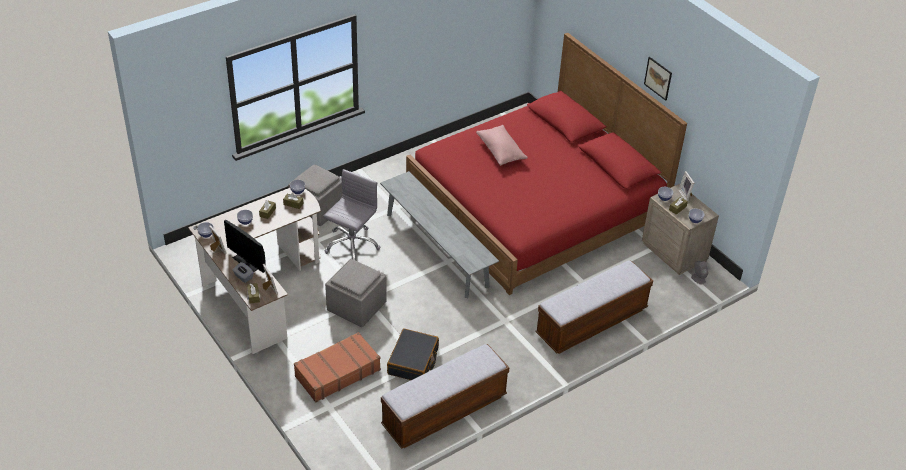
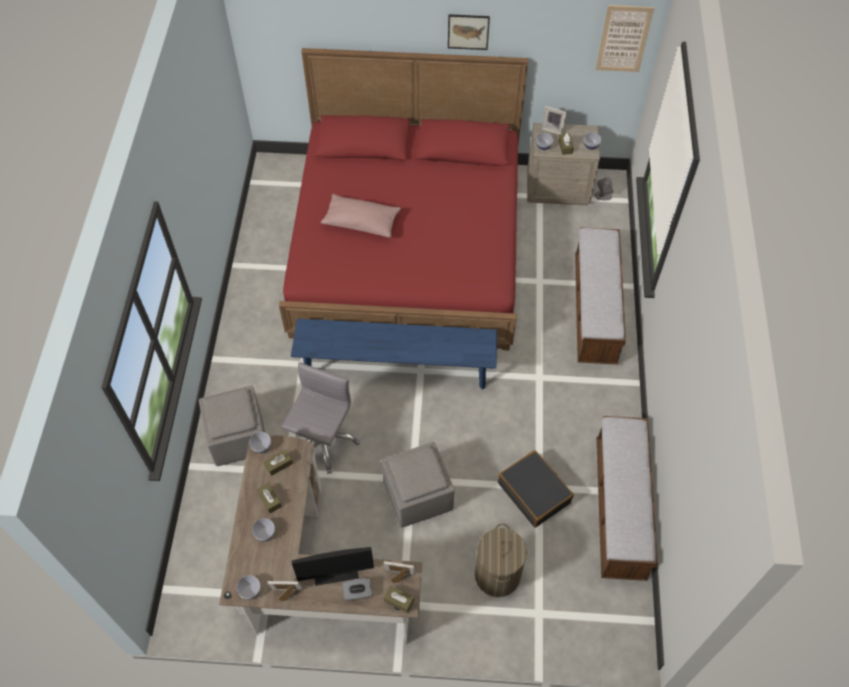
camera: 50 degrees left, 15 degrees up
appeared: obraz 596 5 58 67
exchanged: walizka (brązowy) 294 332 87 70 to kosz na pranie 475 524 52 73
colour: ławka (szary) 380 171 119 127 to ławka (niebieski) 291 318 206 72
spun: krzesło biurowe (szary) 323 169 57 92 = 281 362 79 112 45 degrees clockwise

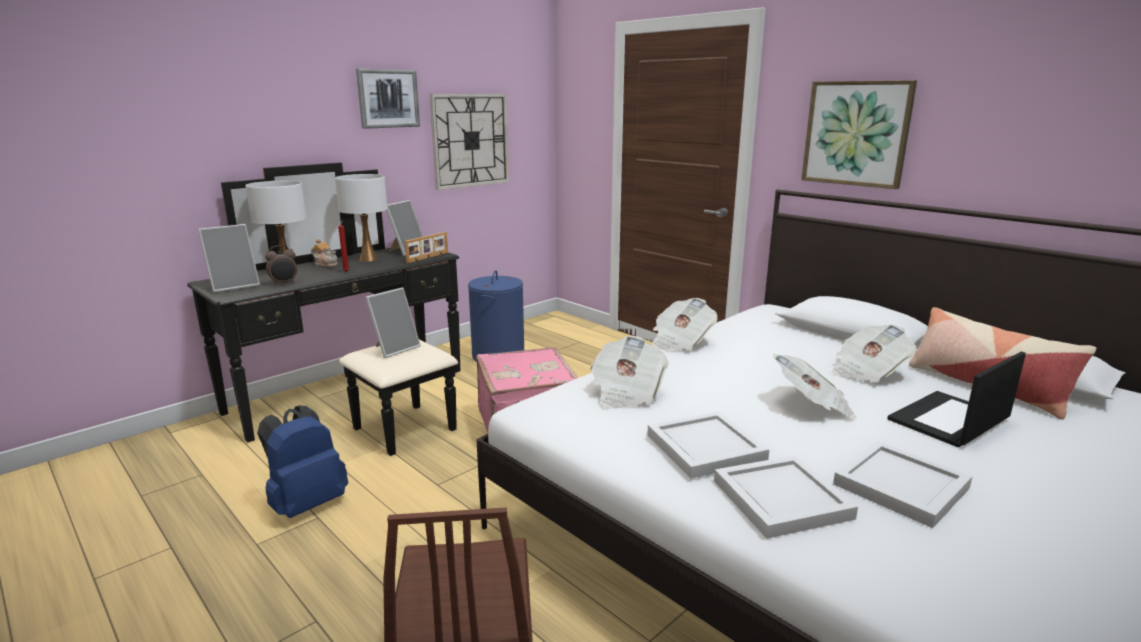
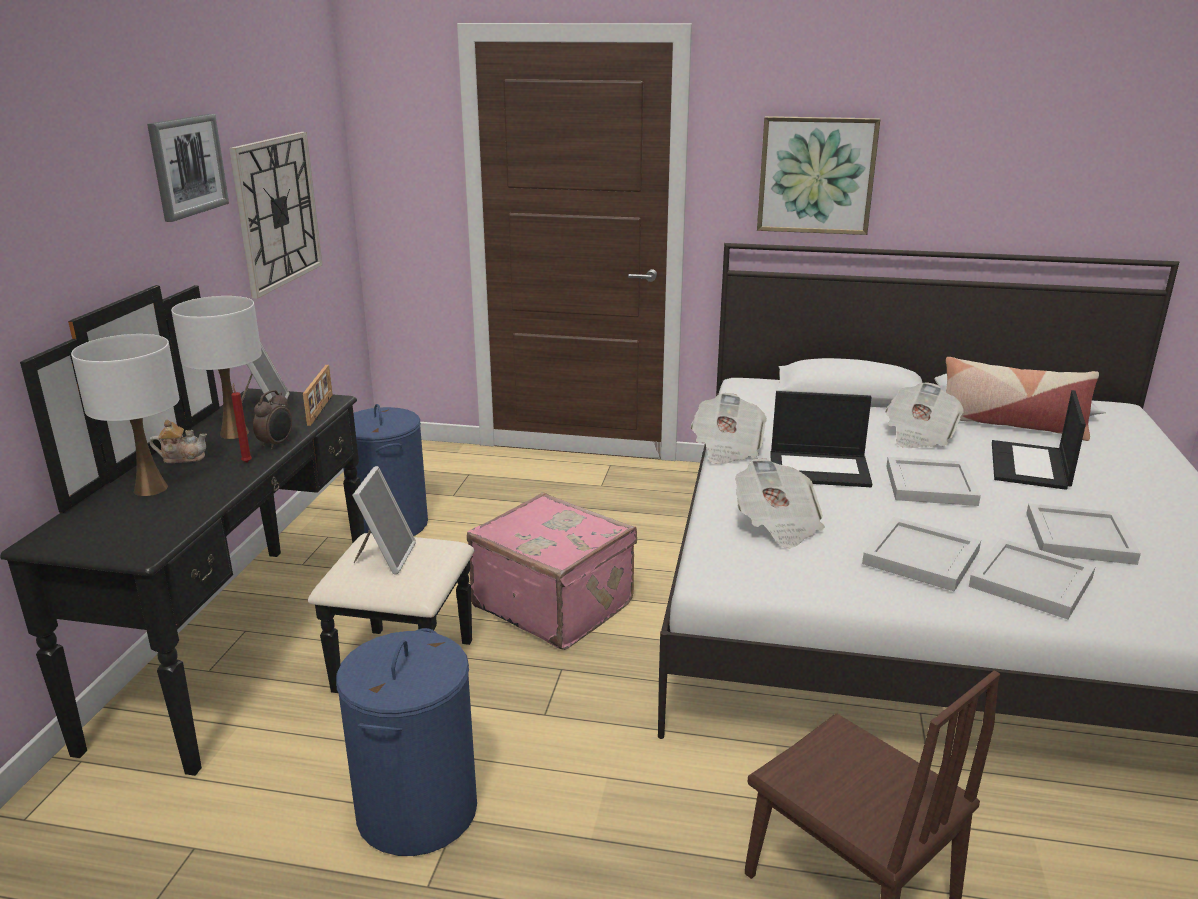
camera: 35 degrees left, 5 degrees up
missing: ramka na zdjęcie 198 224 62 69
appeared: laptop 770 391 102 96
relocated: budzik 265 245 32 41 to 253 390 39 60
exchanged: plecak (niebieski) 257 405 91 113 to kosz na pranie (niebieski) 336 628 141 228; gazeta 773 354 84 64 to taca (biały) 886 457 95 49

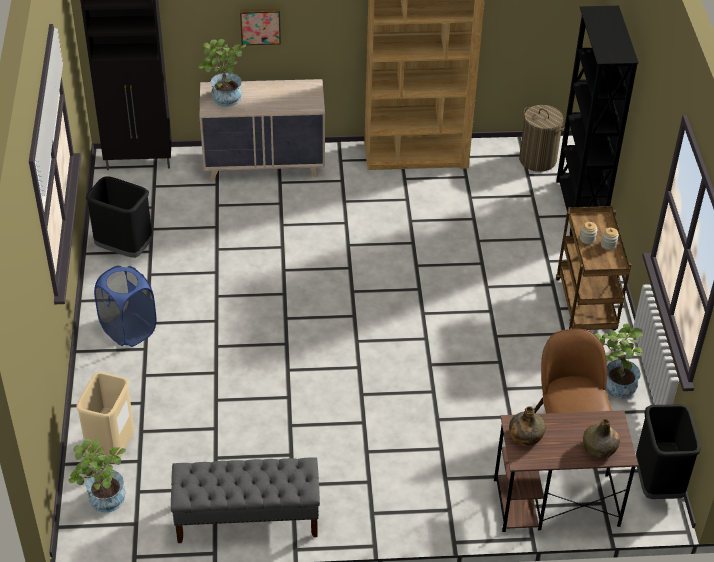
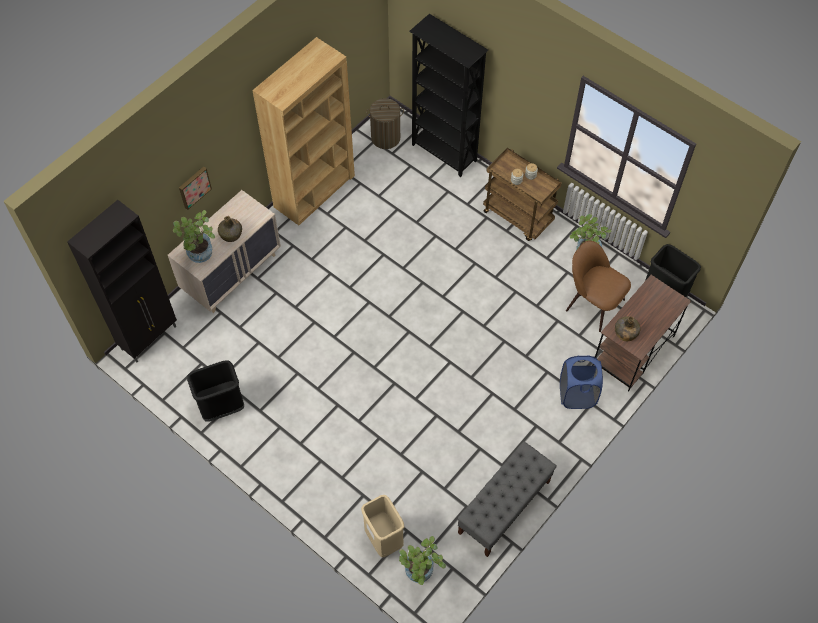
camera: 45 degrees left, 15 degrees up
relocated: kosz na pranie (niebieski) 94 266 63 81 to 560 355 43 54; butelka (zielony) 583 418 37 41 to 218 216 24 26

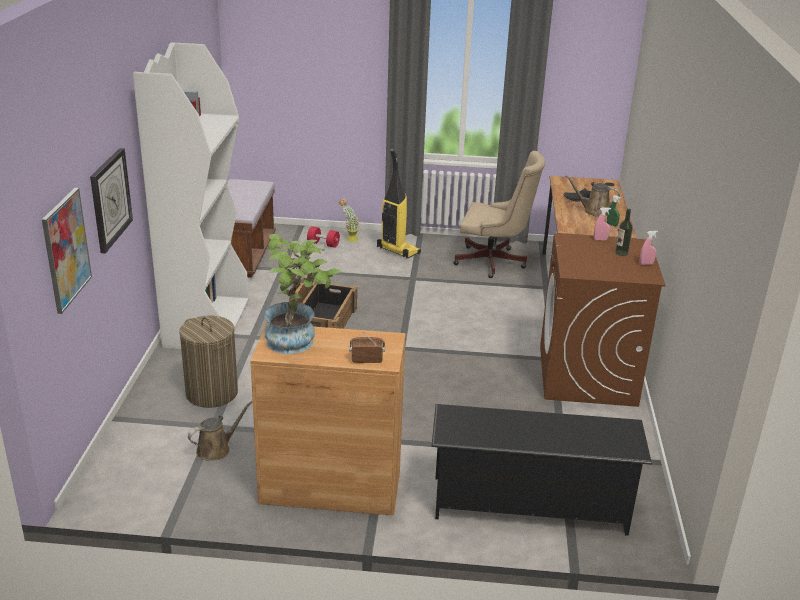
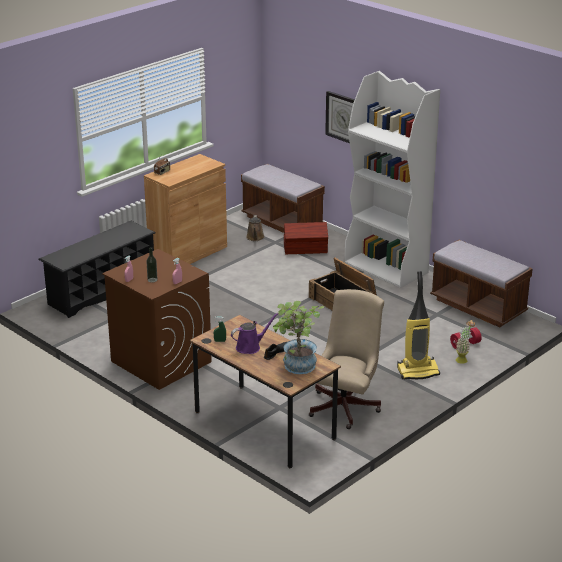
camera: 130 degrees right, 0 degrees up
missing: obraz 42 188 50 126
appeared: ławka (brązowy) 241 164 84 69
relocated: roślina doniczkowa 264 234 77 120 to 273 301 51 73
exchanged: kosz na pranie 179 316 59 92 to pojemnik do przechowywania (brązowy) 284 222 44 32
colour: konewka (brązowy) 565 175 55 42 to konewka (fioletowy) 231 313 47 41
spun: krzesło biurowe (beżowy) 453 151 93 127 = 309 289 75 140 150 degrees clockwise

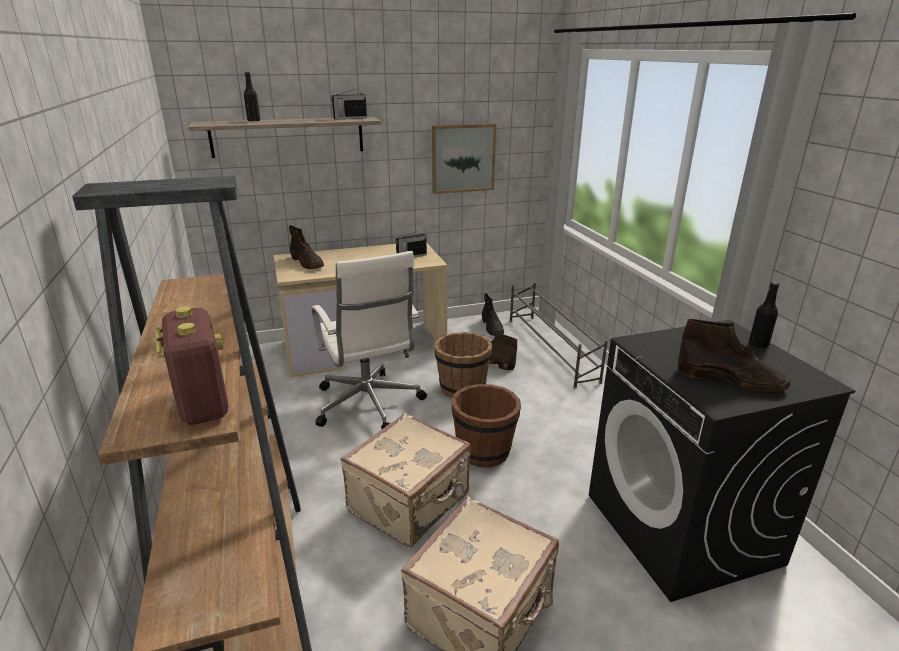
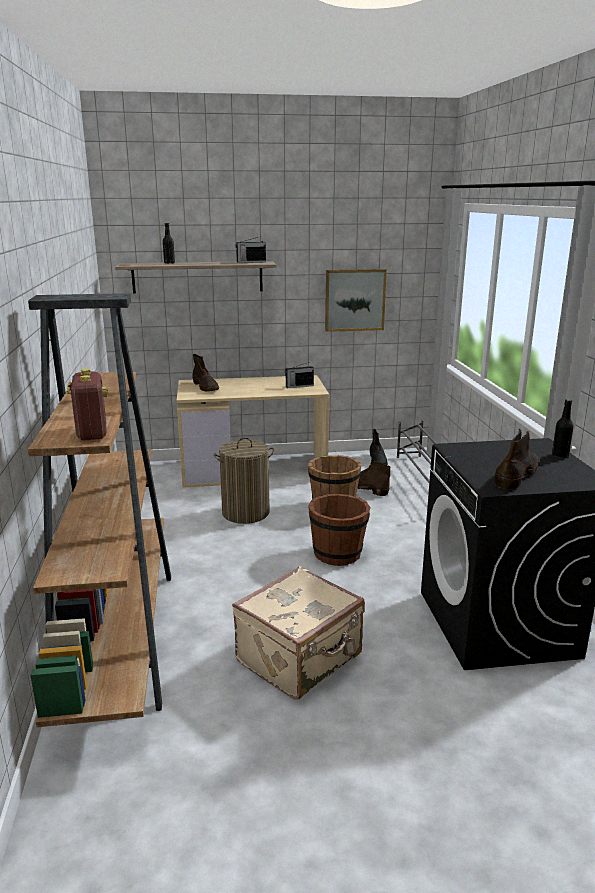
camera: 10 degrees right, 5 degrees down
missing: walizka (beżowy) 341 413 130 134
exchanged: krzesło biurowe (biały) 312 251 115 178 to kosz na pranie 213 437 61 87
spun: but z cholewką (brązowy) 678 319 112 73 = 495 429 43 61 90 degrees counterclockwise

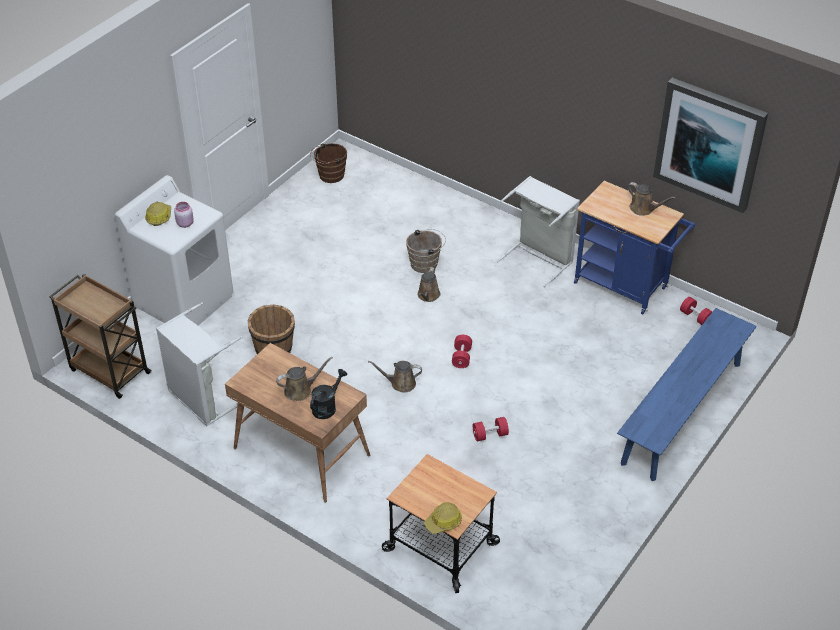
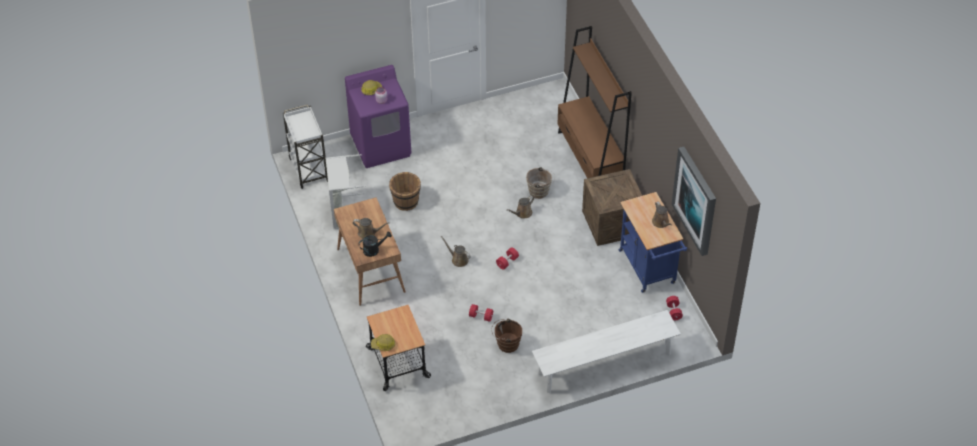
camera: 35 degrees right, 5 degrees up
appeared: regał (brązowy) 558 26 74 152
relocated: wiadro (brązowy) 310 143 37 40 to 491 318 31 35
exchanged: kosz na pranie (szary) 497 176 83 111 to skrzynka 582 169 60 77
colour: wózek (brązowy) 49 274 103 125 to wózek (biały) 283 105 45 84; pralka (biały) 115 175 118 150 to pralka (fioletowy) 345 65 66 103; ławka (niebieski) 617 308 140 173 to ławka (biały) 532 310 149 83

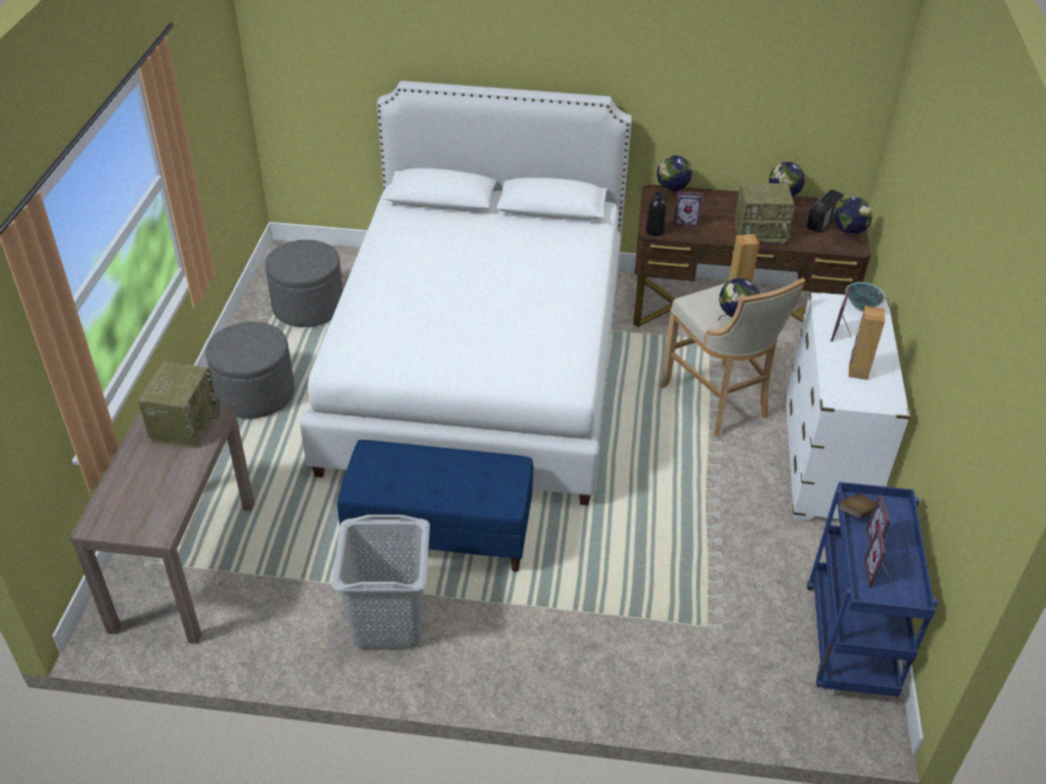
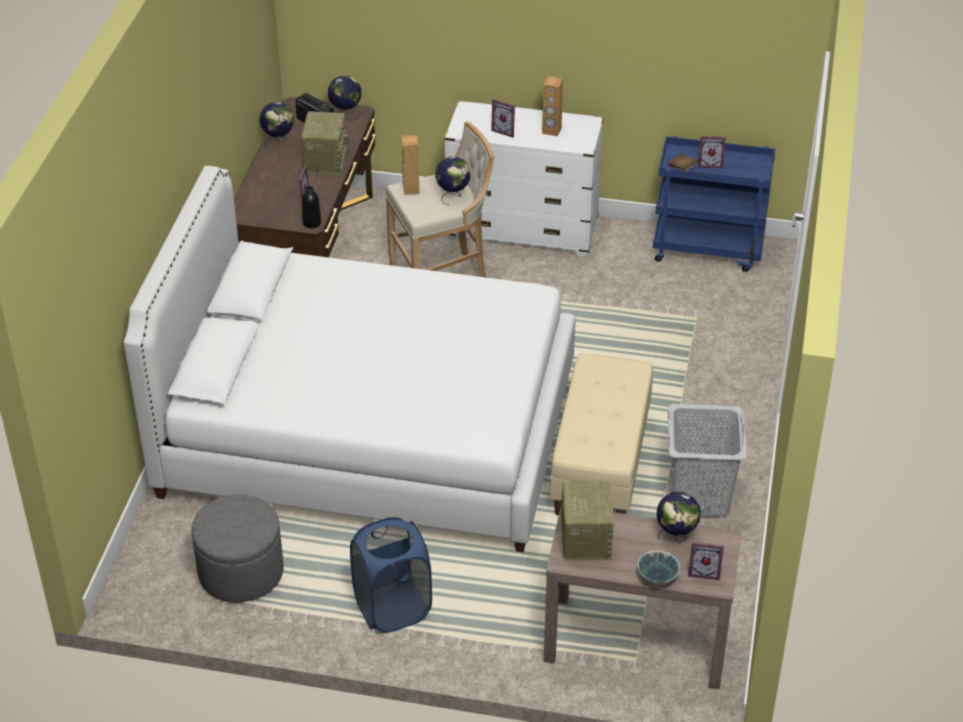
camera: 85 degrees left, 0 degrees up
relocated: globus 657 155 35 46 to 657 491 44 52; miska 845 282 41 29 to 638 550 42 34; ramka na zdjęcie 864 525 24 63 to 688 542 36 38
exchanged: pufa (szary) 206 322 89 96 to kosz na pranie (niebieski) 350 517 82 116
colour: ławka (niebieski) 337 440 196 132 to ławka (beżowy) 550 353 103 163
spun: radio 138 361 82 87 = 561 481 53 80 75 degrees clockwise

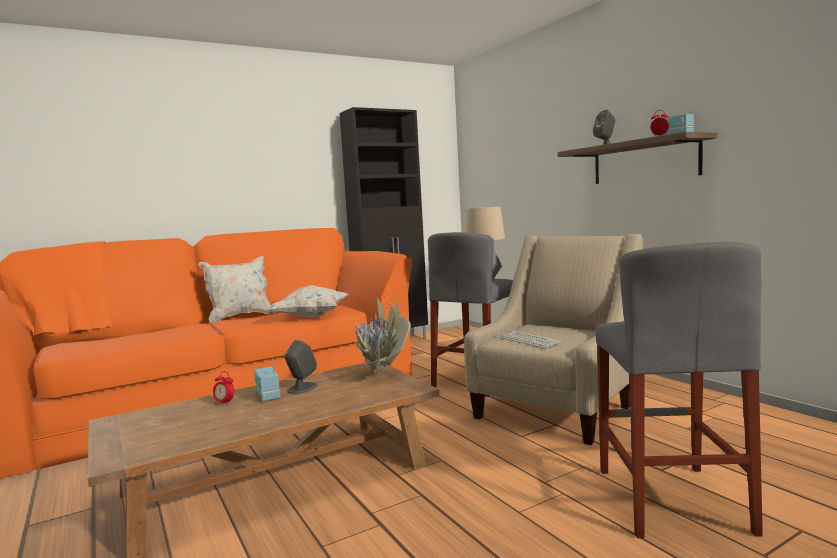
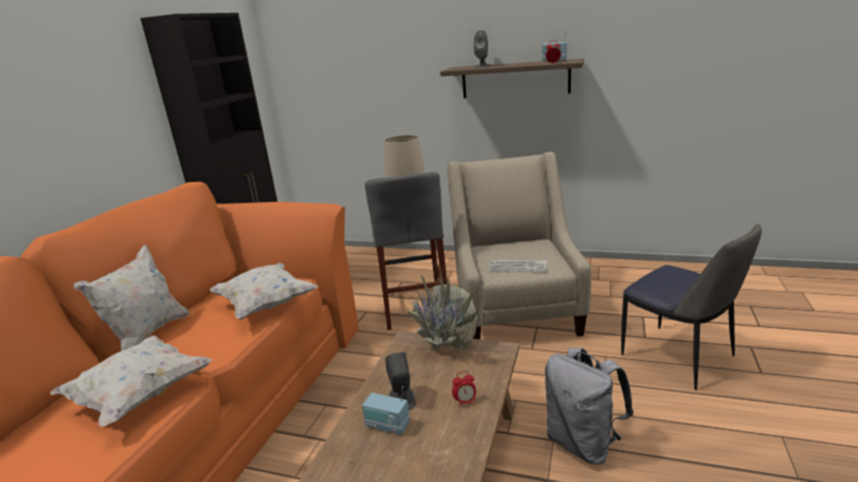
camera: 40 degrees left, 15 degrees up
appeared: poduszka (biały) 50 335 162 92; plecak (szary) 545 348 89 116
relocated: budzik 213 371 21 35 to 452 371 24 36
exchanged: stołek (szary) 595 242 168 296 to krzesło 621 224 141 166

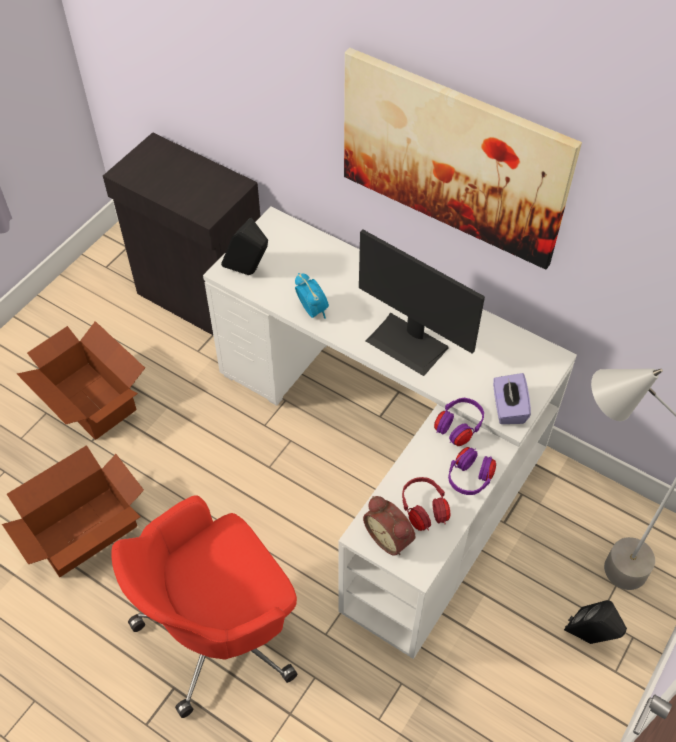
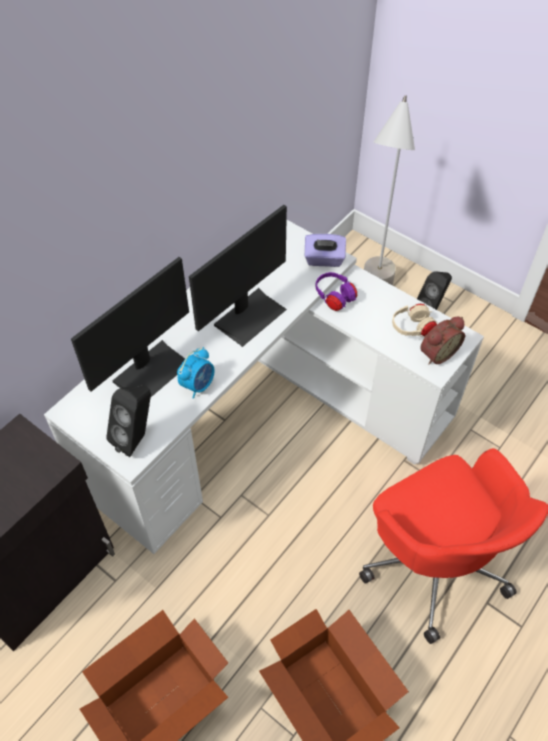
camera: 85 degrees left, 0 degrees up
missing: obraz 344 48 238 221; słuchawki (fioletowy) 448 447 48 48
appeared: monitor 71 257 118 140
colour: słuchawki (czerwony) 402 477 48 54 to słuchawki (beżowy) 392 304 46 33
spun: budzik 295 273 34 46 = 177 347 38 52 150 degrees clockwise

